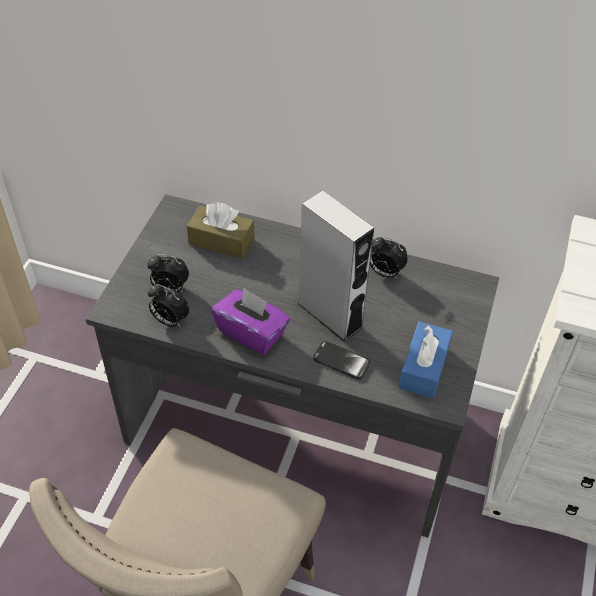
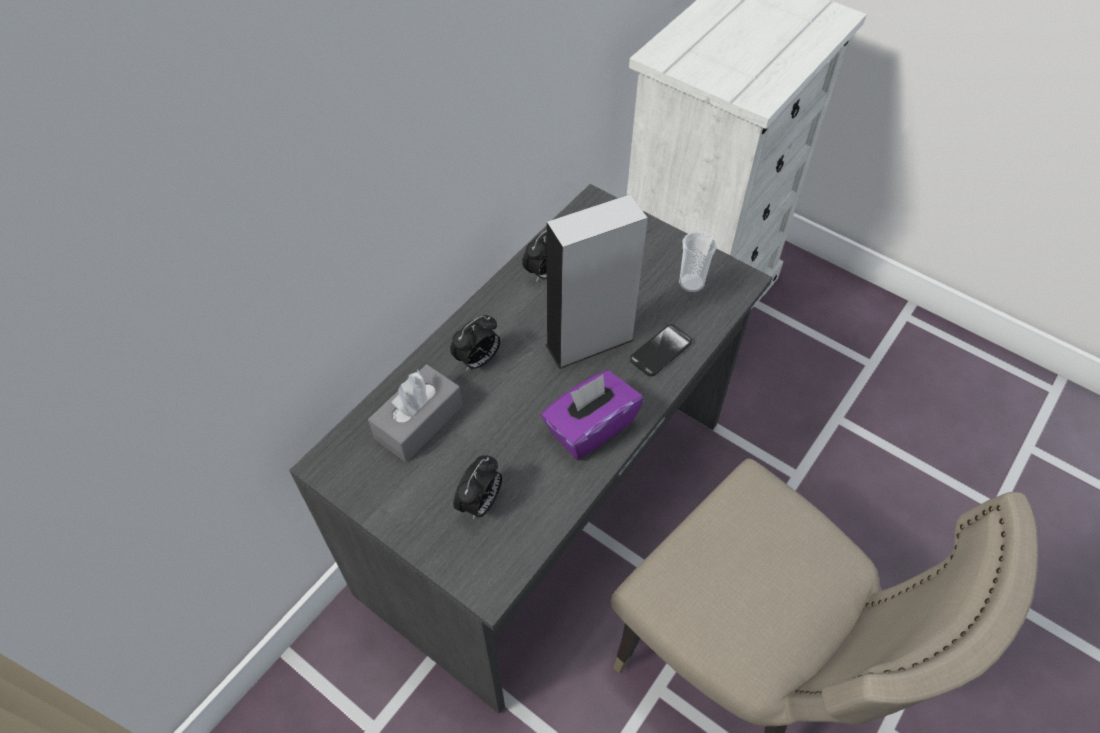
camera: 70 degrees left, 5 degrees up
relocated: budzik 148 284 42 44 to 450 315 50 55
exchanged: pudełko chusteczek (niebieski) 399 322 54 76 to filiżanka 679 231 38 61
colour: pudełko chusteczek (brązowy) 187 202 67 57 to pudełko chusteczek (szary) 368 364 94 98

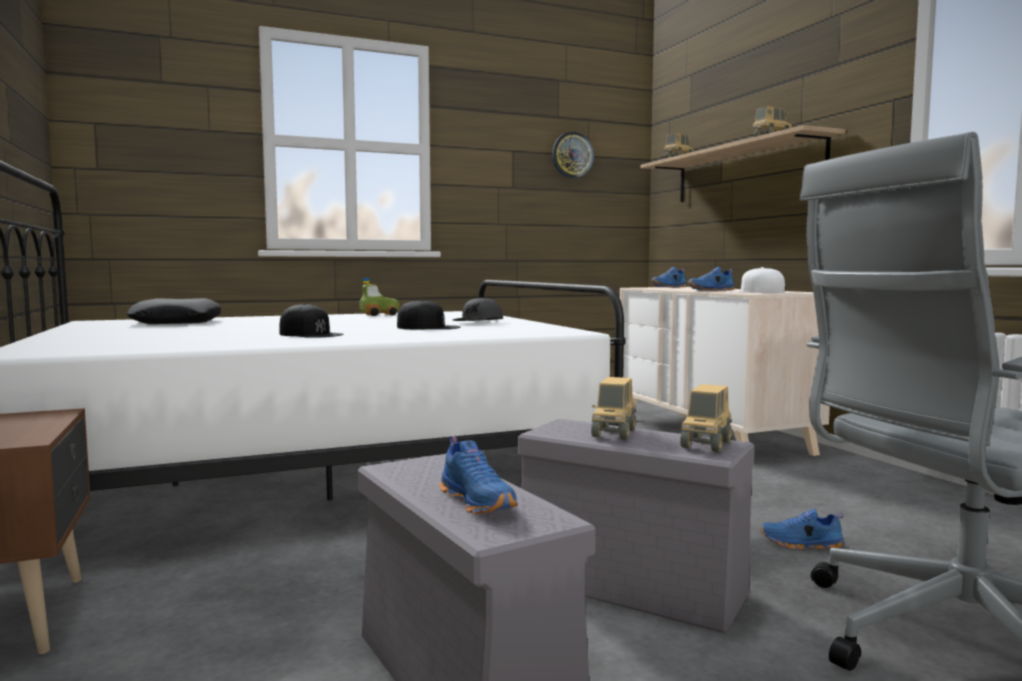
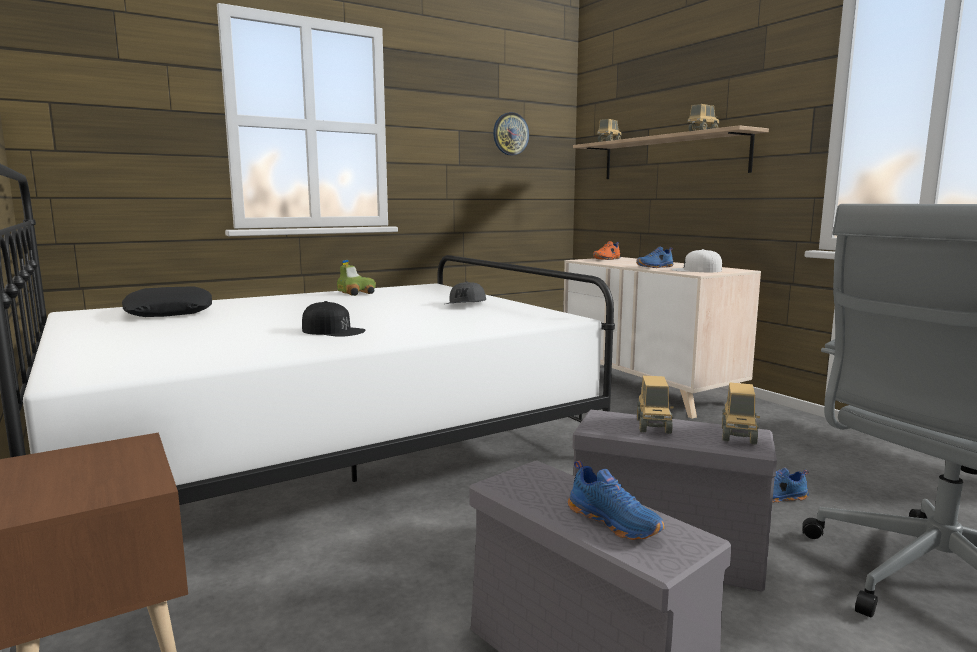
camera: 10 degrees left, 5 degrees up
missing: czapka z daszkiem (czarny) 397 299 63 30
colour: but (niebieski) 651 267 36 21 to but (pomarańczowy) 593 241 27 19

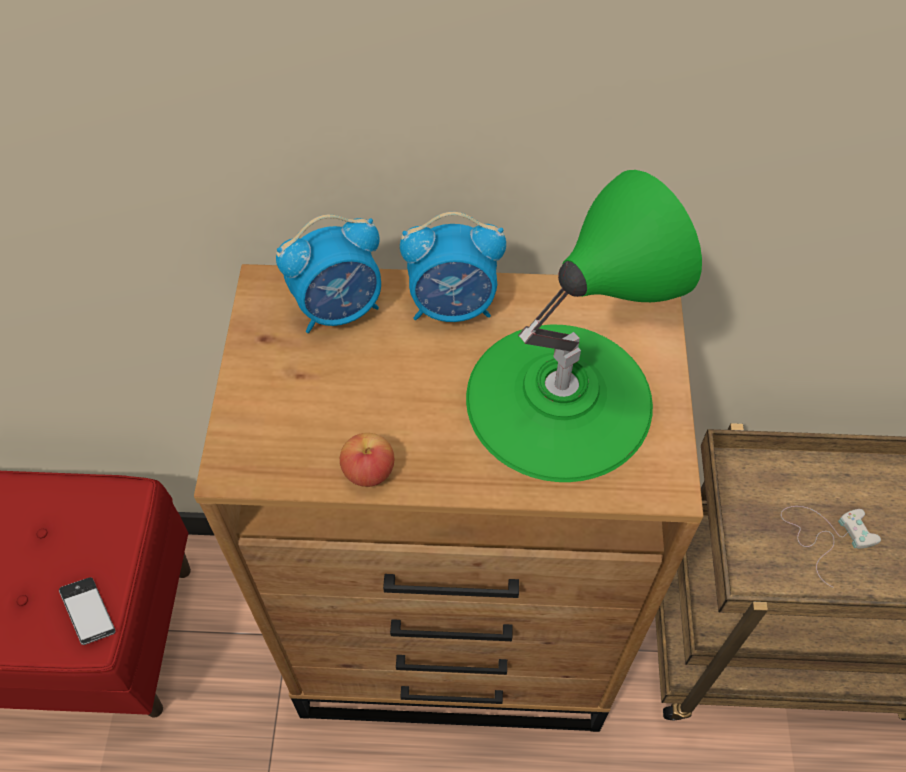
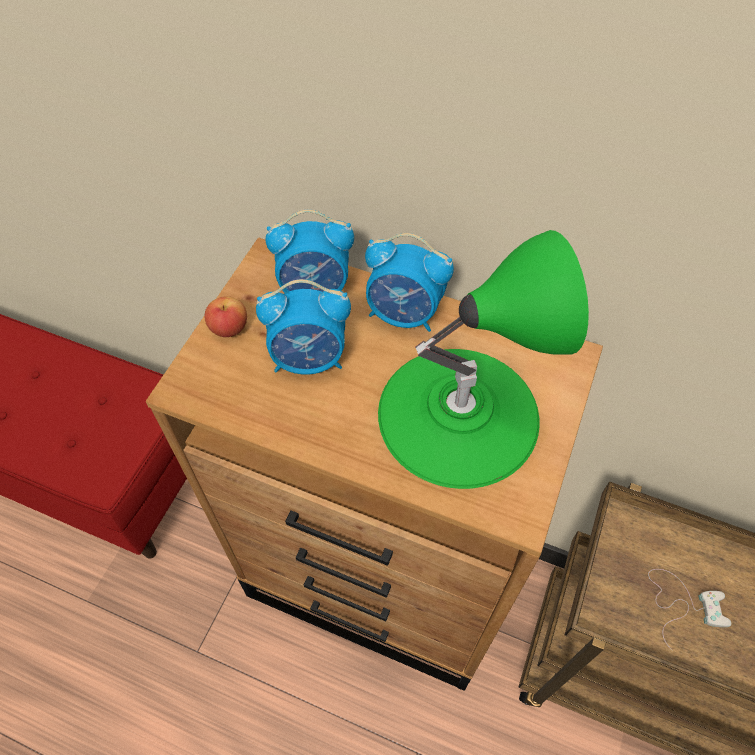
camera: 20 degrees right, 0 degrees up
missing: telefon 59 577 57 68
appeared: budzik 256 279 95 96
relocated: jabłko 340 433 55 54 to 205 296 42 41

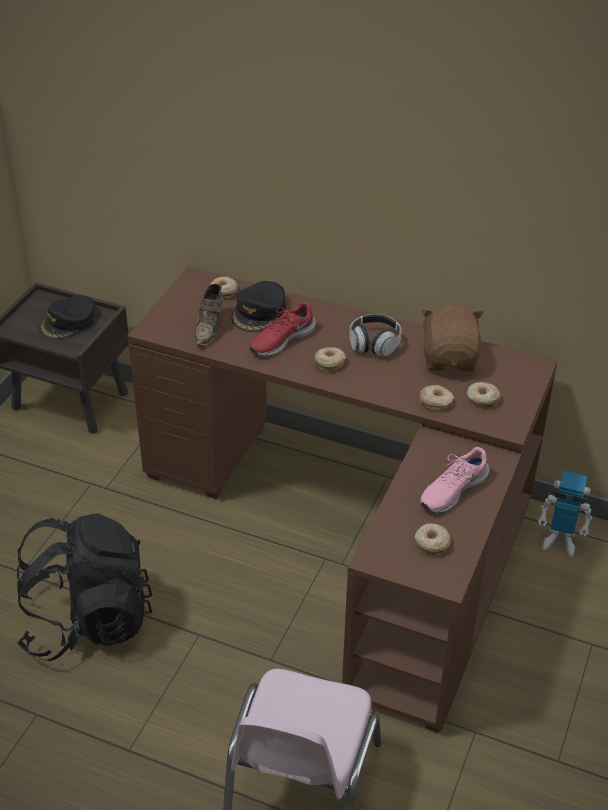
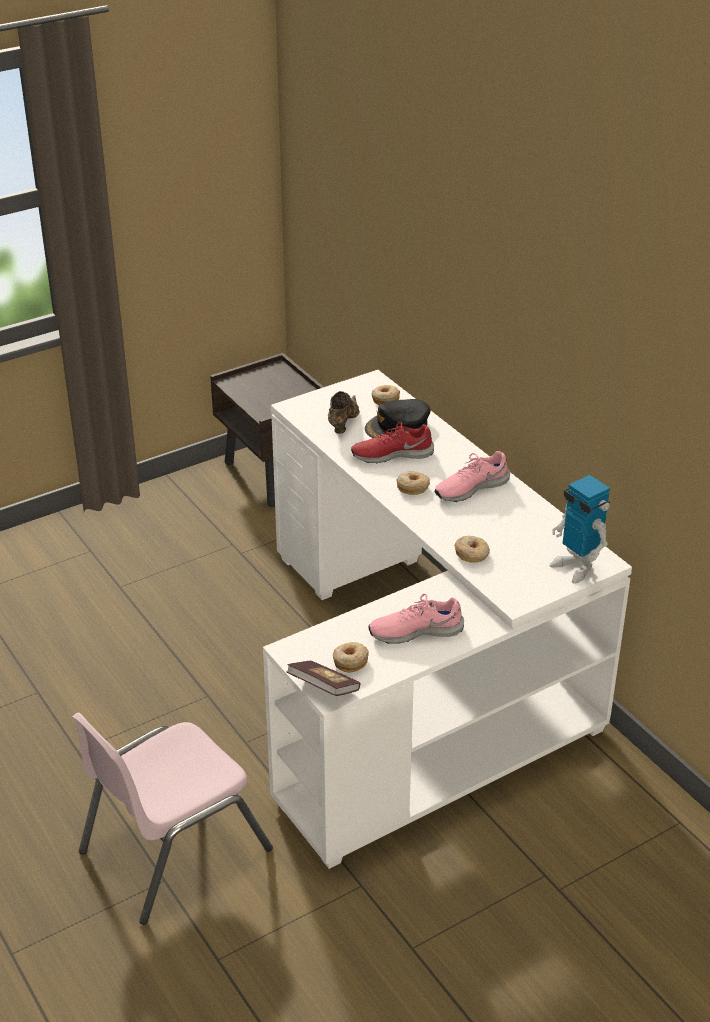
camera: 35 degrees right, 5 degrees down
missing: plecak (czarny) 17 513 135 148; czapka z daszkiem (czarny) 39 295 56 44; pluszak (brązowy) 421 304 63 67; donut 467 382 34 27
appeared: książka 286 661 75 35
relocated: robot zabawkowy 538 471 54 86 to 550 475 60 109
exchanged: słuchawki 349 314 53 42 to but (różowy) 435 451 75 51
colour: biurko (brązowy) 127 267 431 466 to biurko (biały) 263 370 369 499
spun: but (brązowy) 193 284 30 62 = 328 391 32 43 150 degrees clockwise

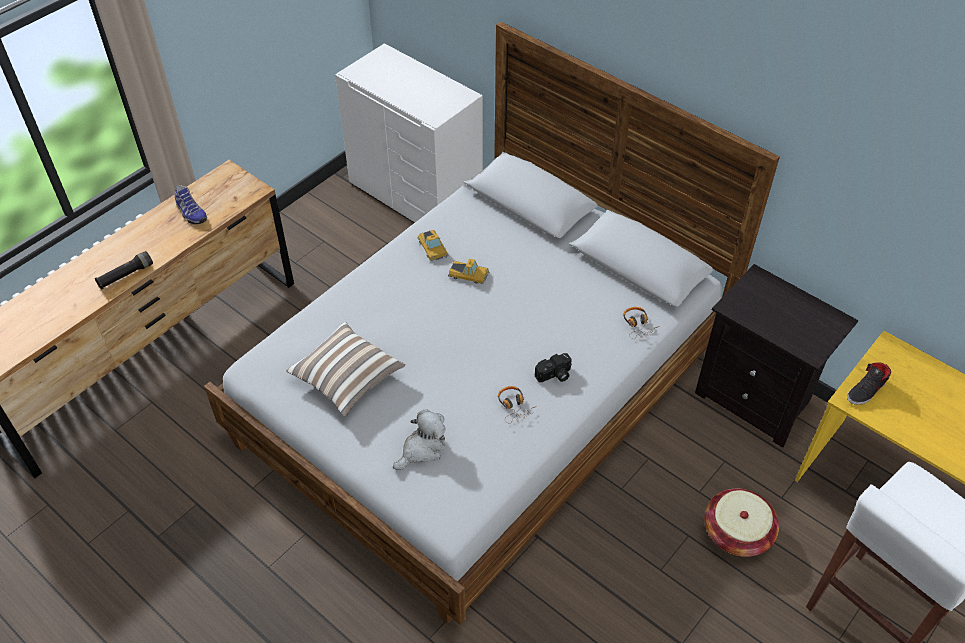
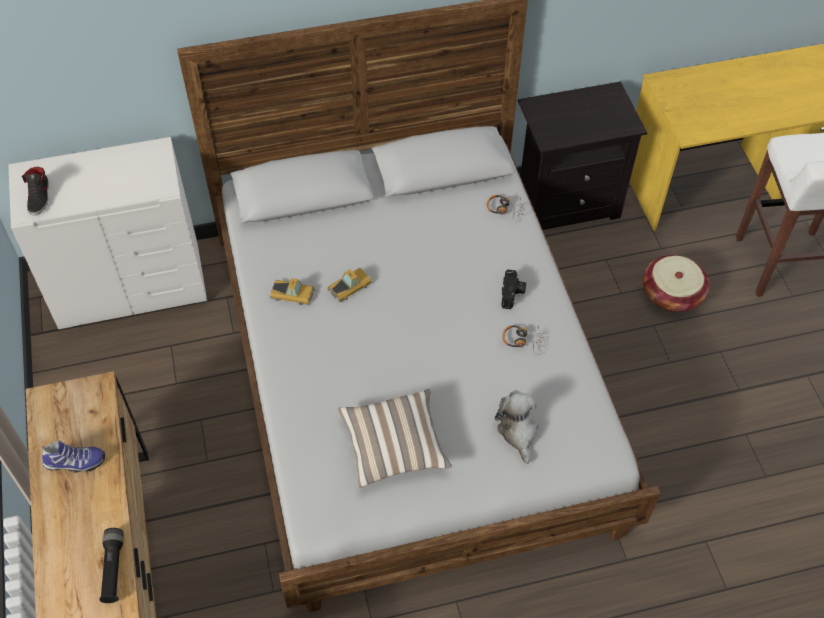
camera: 55 degrees left, 5 degrees up
relocated: but (czarny) 847 362 44 43 to 22 167 27 48

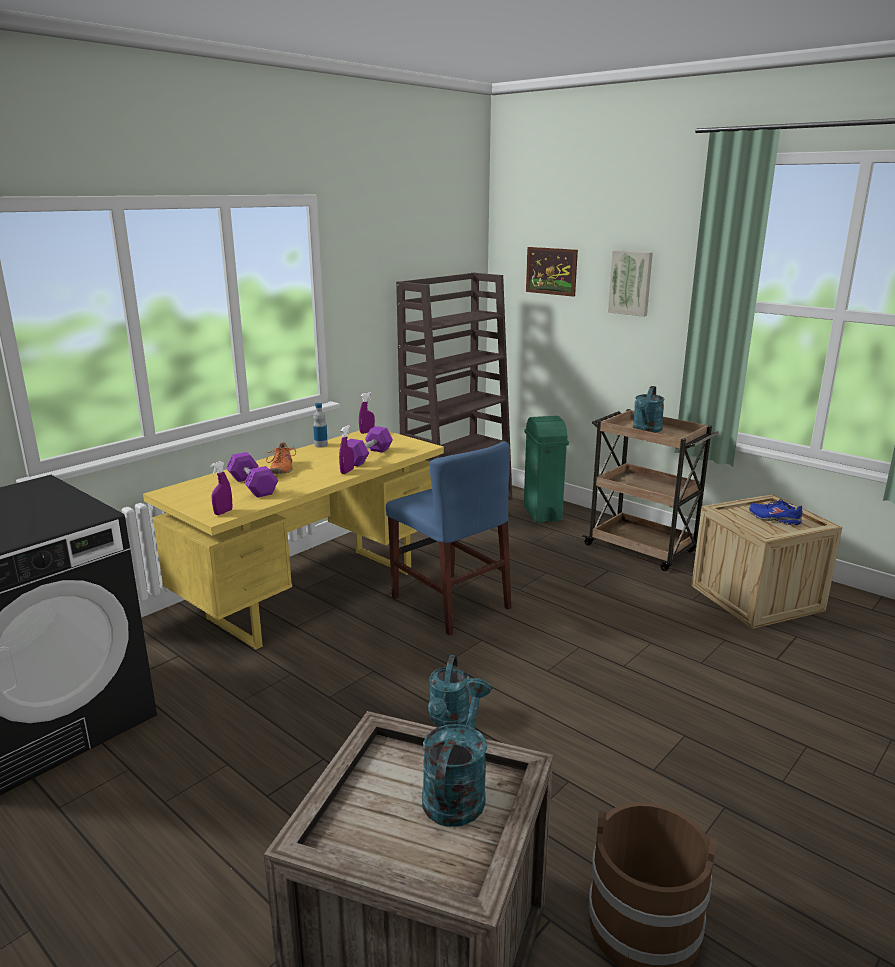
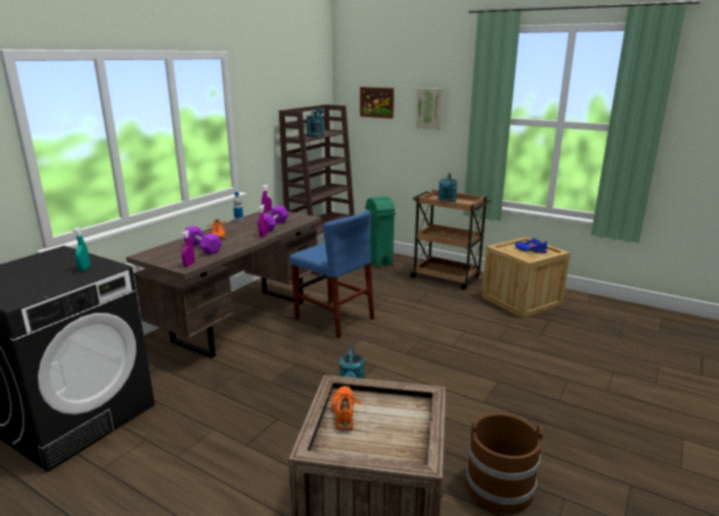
camera: 10 degrees left, 0 degrees up
appeared: spryskiwacz (turkusowy) 72 227 18 44; but (pomarańczowy) 325 386 41 45
relocated: konewka (turkusowy) 422 678 70 149 to 306 108 18 29
colour: biurko (żółty) 143 430 301 219 to biurko (brązowy) 126 208 196 150

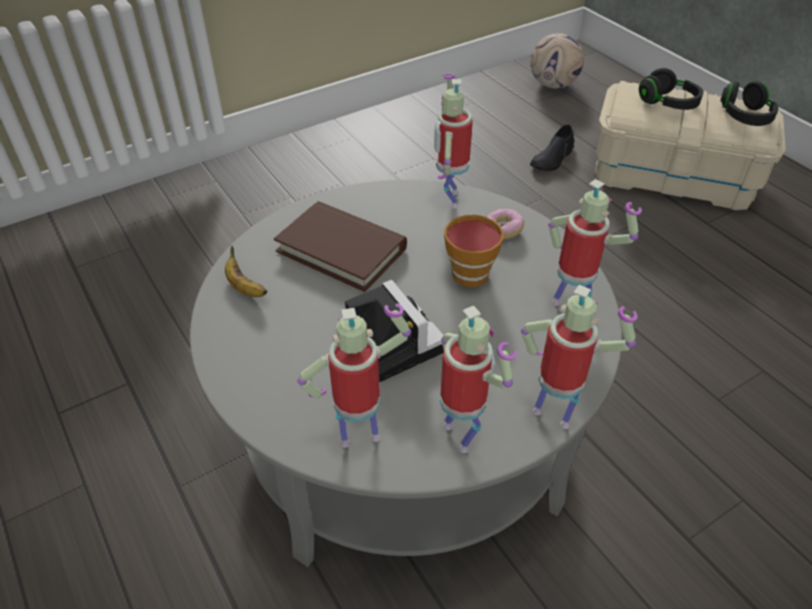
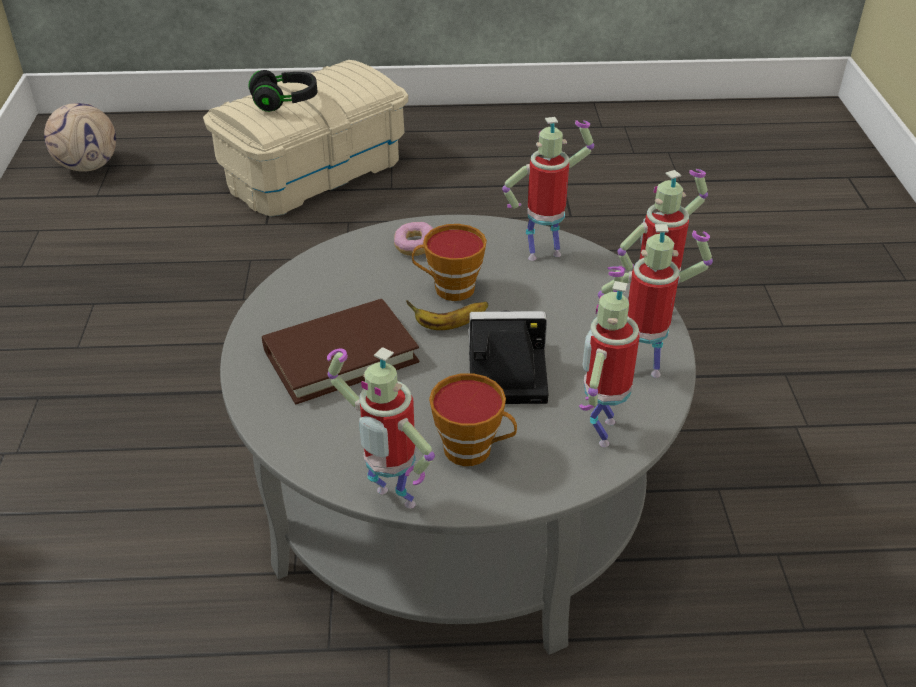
camera: 60 degrees left, 5 degrees down
missing: but (czarny) 530 124 44 47; słuchawki (czarny) 720 81 59 45
appeared: filiżanka 429 373 88 93
relocated: banan 225 246 42 51 to 406 301 83 29; robot zabawkowy 434 74 39 135 to 327 347 108 162

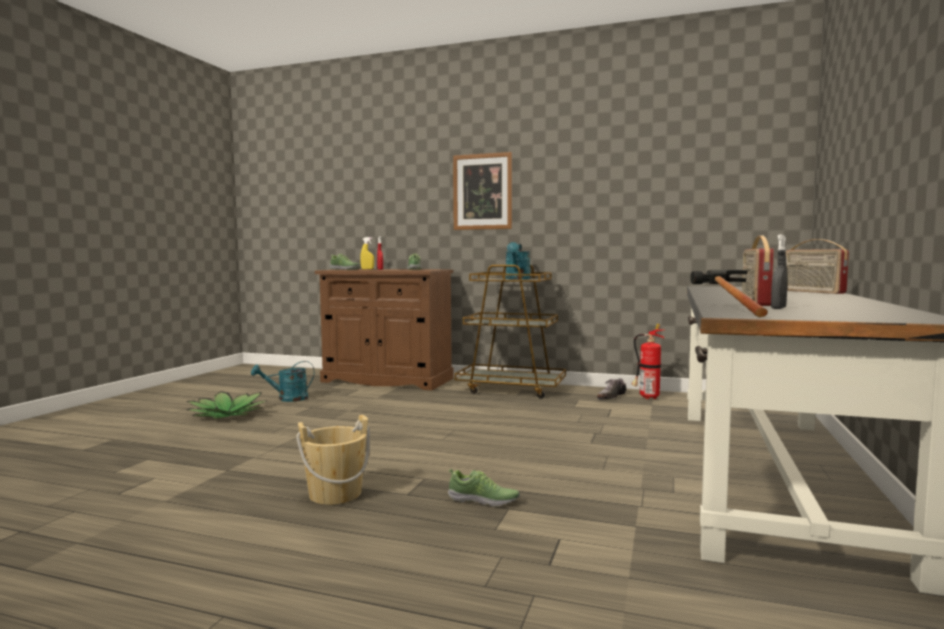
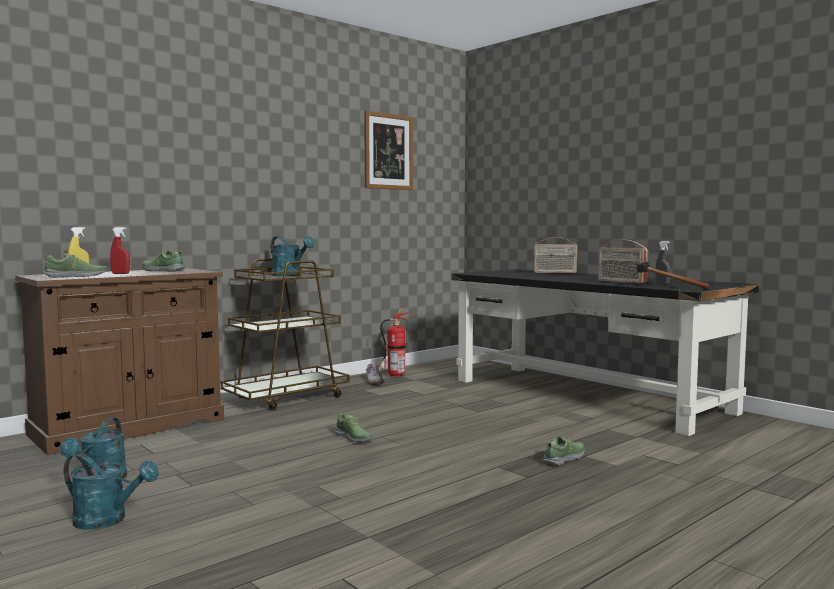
camera: 60 degrees left, 0 degrees up
missing: wiadro (beżowy) 296 415 74 90
appeared: but 334 411 39 31
relocated: obraz 453 152 59 78 to 364 111 49 79
exchanged: roślina doniczkowa 186 391 82 28 to konewka (turkusowy) 63 453 96 77

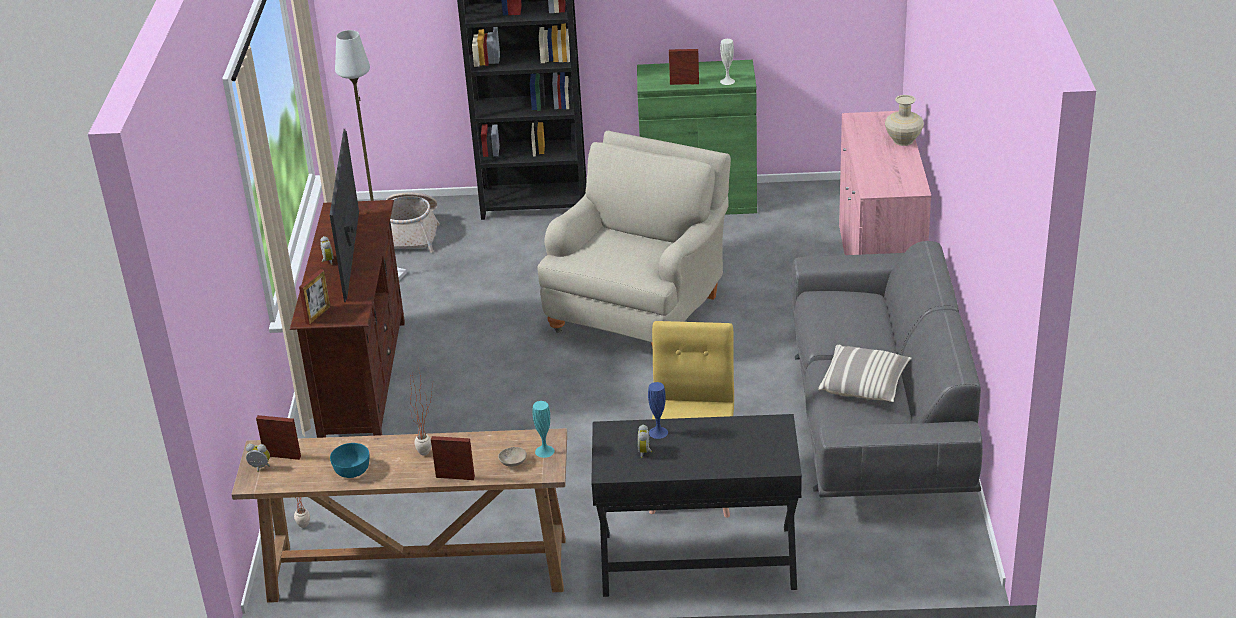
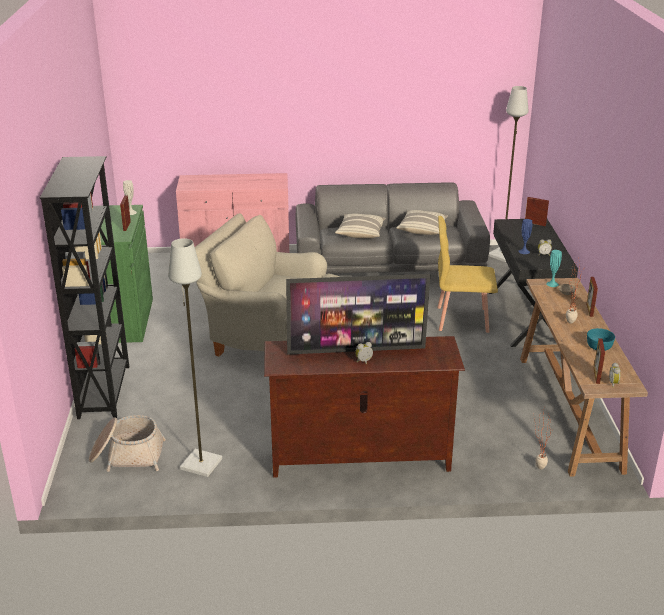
camera: 95 degrees left, 5 degrees down
missing: wazon (beżowy) 885 95 39 51
appeared: poduszka 335 213 51 25; lampa stojąca (szary) 489 86 39 176
relocated: ramka na zdjęcie 299 269 31 56 to 525 197 24 29

